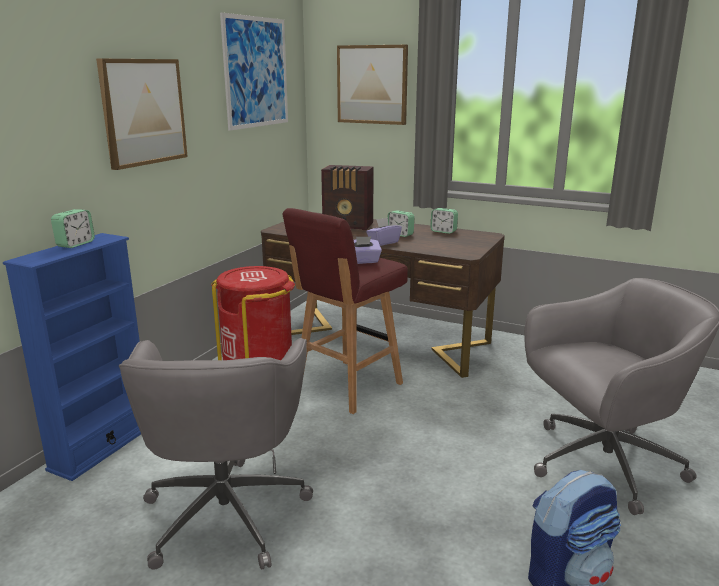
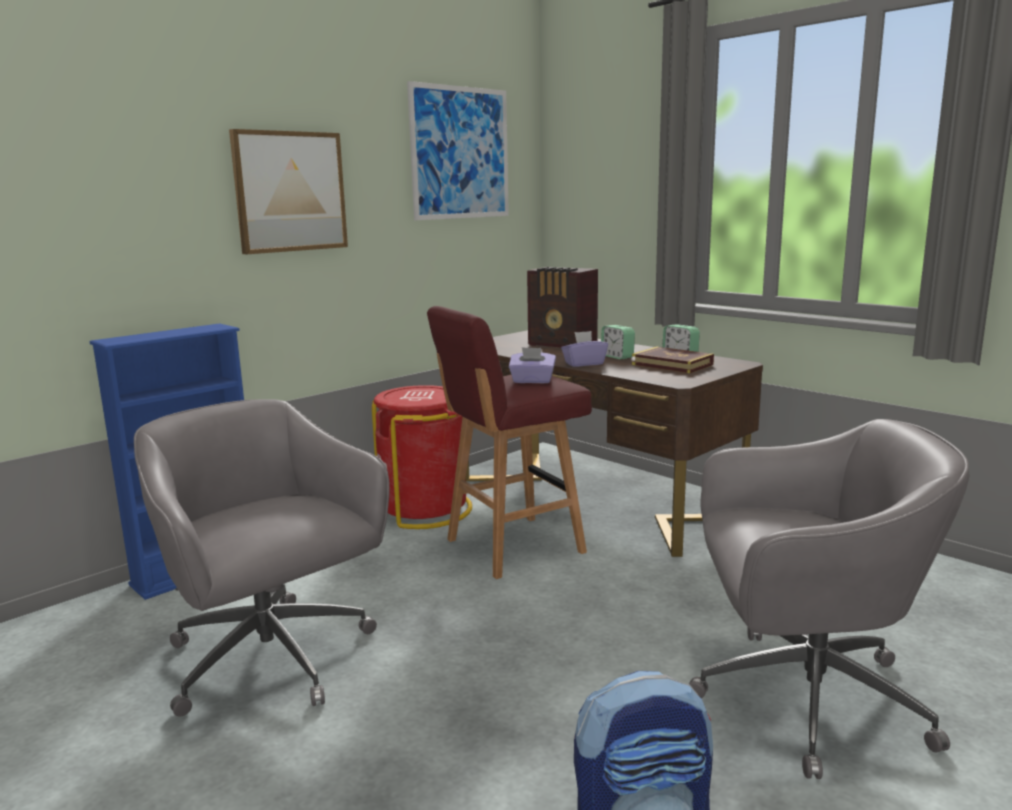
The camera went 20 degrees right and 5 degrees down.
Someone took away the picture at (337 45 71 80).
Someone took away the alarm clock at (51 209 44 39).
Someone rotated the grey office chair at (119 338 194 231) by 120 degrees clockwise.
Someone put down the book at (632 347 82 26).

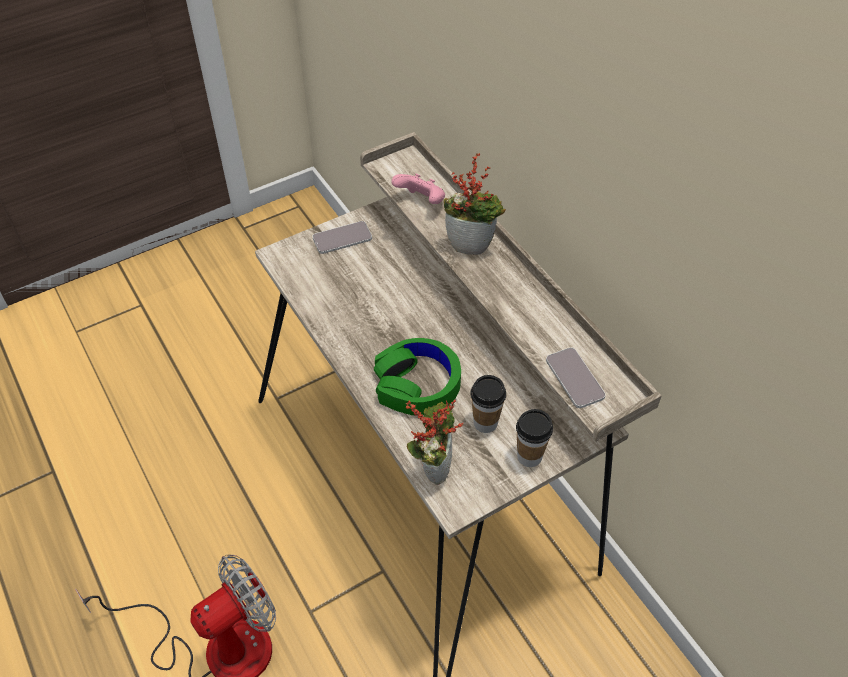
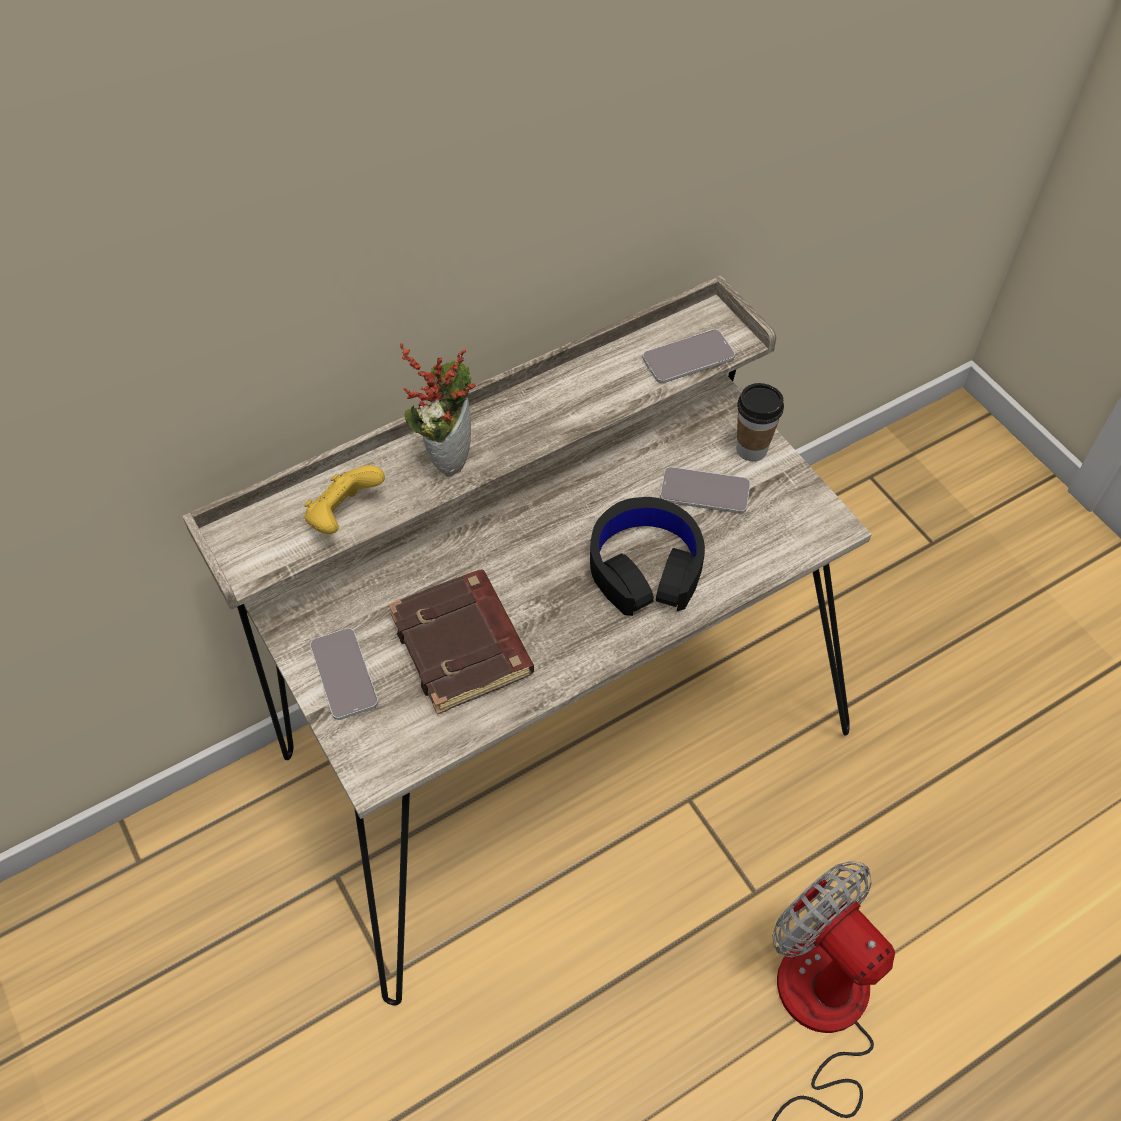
The camera went 90 degrees left and 5 degrees up.
Someone repainted the pink game controller at (392 174 53 30), which became the yellow game controller at (304 465 81 69).
Someone repainted the green headphones at (374 338 87 77), which became the black headphones at (590 497 115 119).
Someone swapped the cup at (470 375 36 58) for the phone at (660 467 90 46).
Someone took away the potted plant at (406 400 57 85).
Someone put down the brown book at (389 570 145 145).

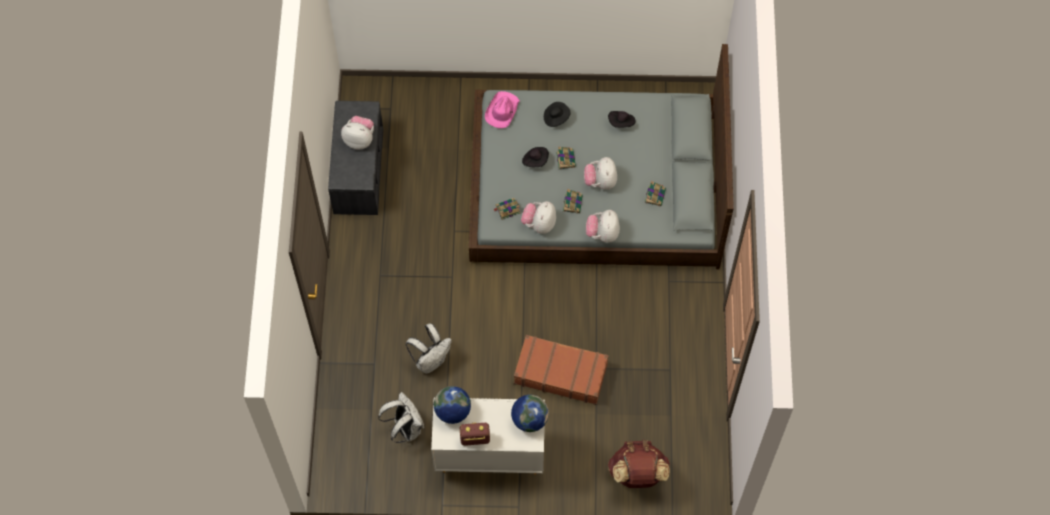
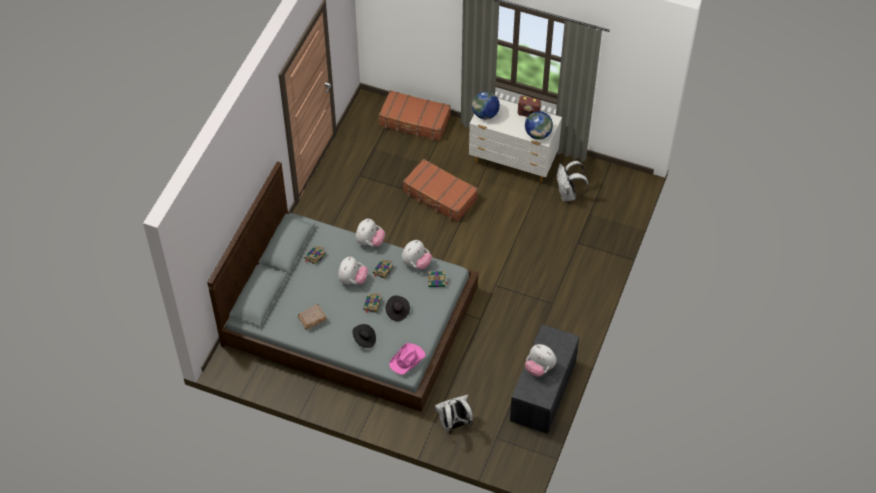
The camera went 160 degrees left and 10 degrees down.
Someone swapped the black hat at (608 111 28 17) for the brown book at (298 304 29 26).
Someone carried the white backpack from (406 323 46 51) to (435 394 38 40).
Someone swapped the brown backpack at (608 440 62 48) for the brown suitcase at (379 90 72 51).

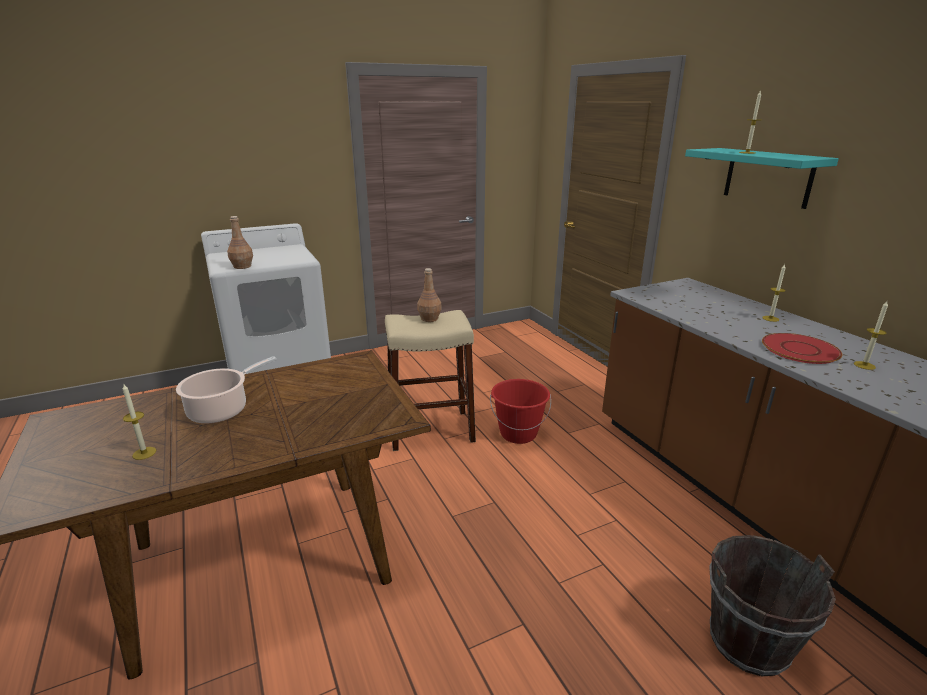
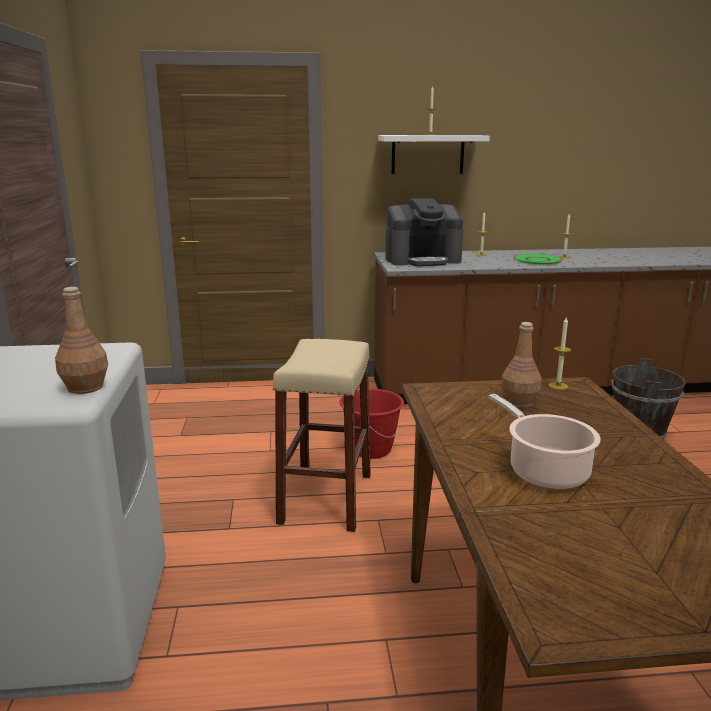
The camera went 70 degrees left and 5 degrees down.
Someone repainted the turquoise shelf at (685 148 154 61), which became the white shelf at (378 135 112 39).
Someone carried the brown bottle from (417 268 25 54) to (501 322 41 86).
Someone repainted the red plate at (762 333 80 31), which became the green plate at (514 254 49 11).
Someone carried the candle from (123 383 34 77) to (548 316 23 74).
Someone put down the coffee machine at (385 198 78 68).

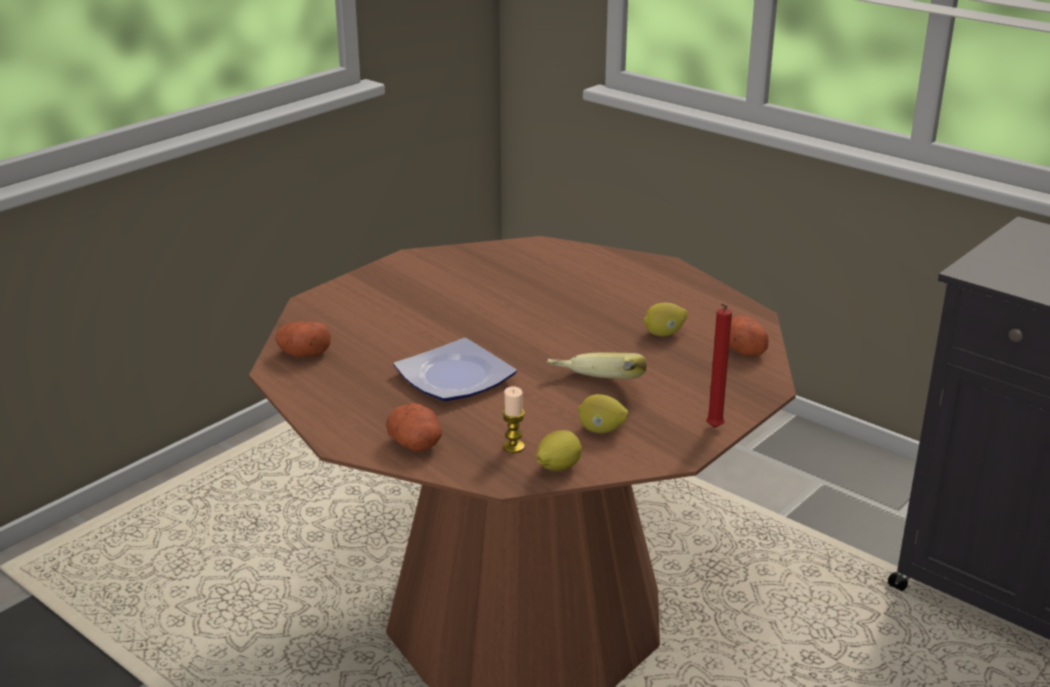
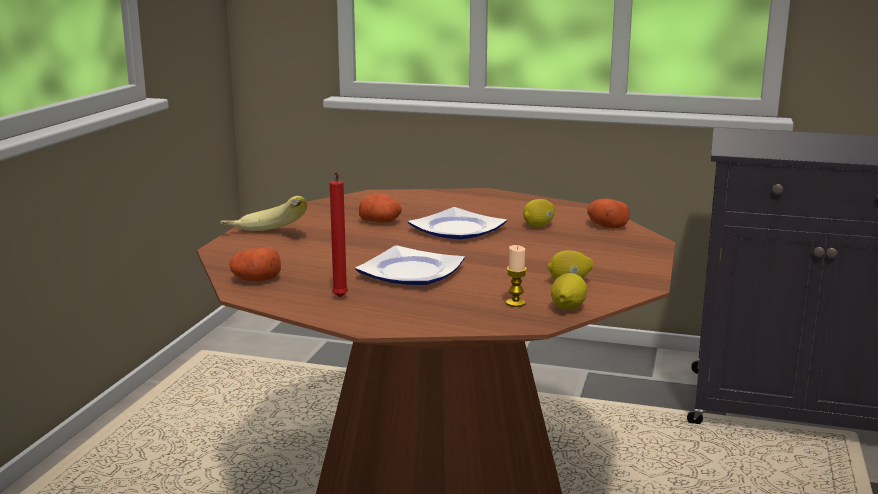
The camera went 25 degrees left and 10 degrees down.
Someone carried the red candle from (706 304 26 124) to (330 172 18 125).
Someone carried the banana from (547 352 100 27) to (220 196 87 35).
Someone carried the potato from (386 403 56 48) to (359 193 43 30).
Someone put down the plate at (408 207 99 32).

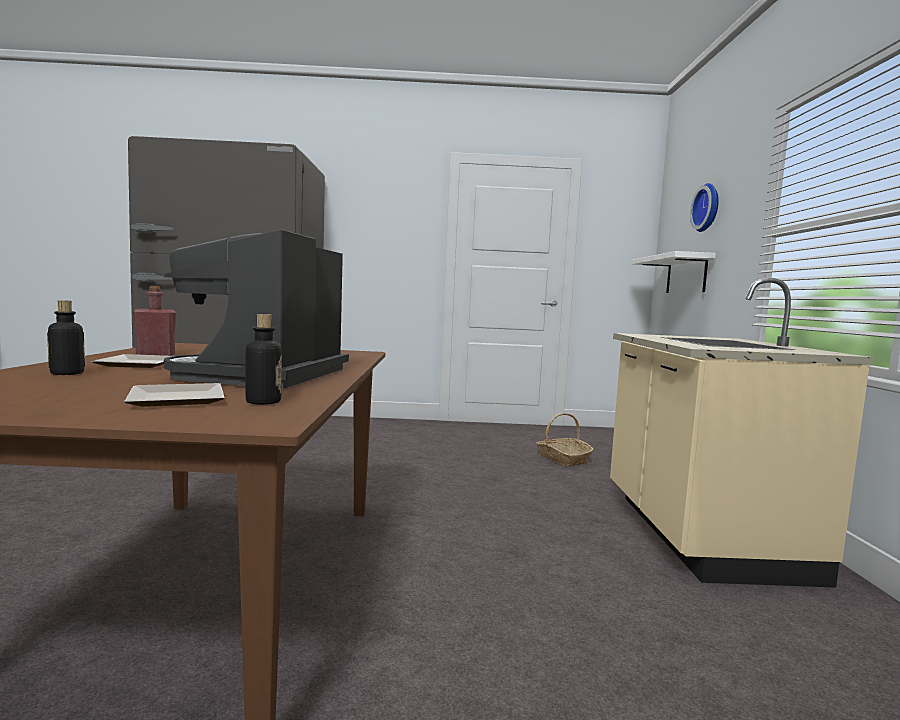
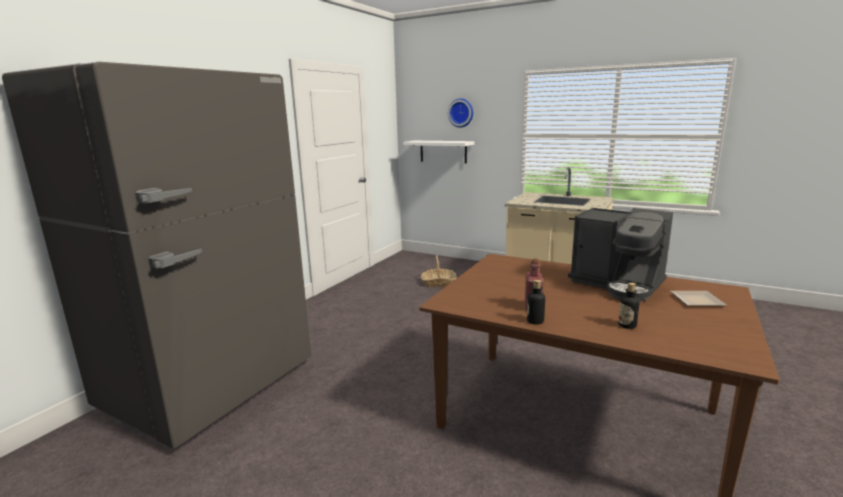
The camera went 60 degrees left and 10 degrees up.
Someone carried the bottle from (246 314 36 91) to (527 280 18 44).
Someone took away the plate at (91 354 81 14).

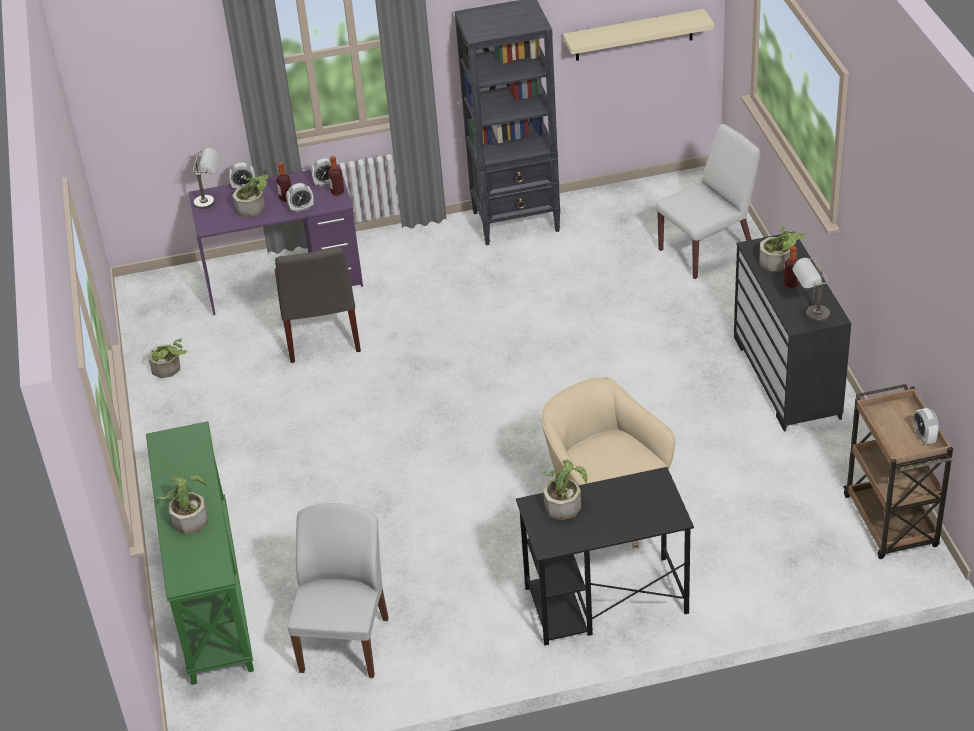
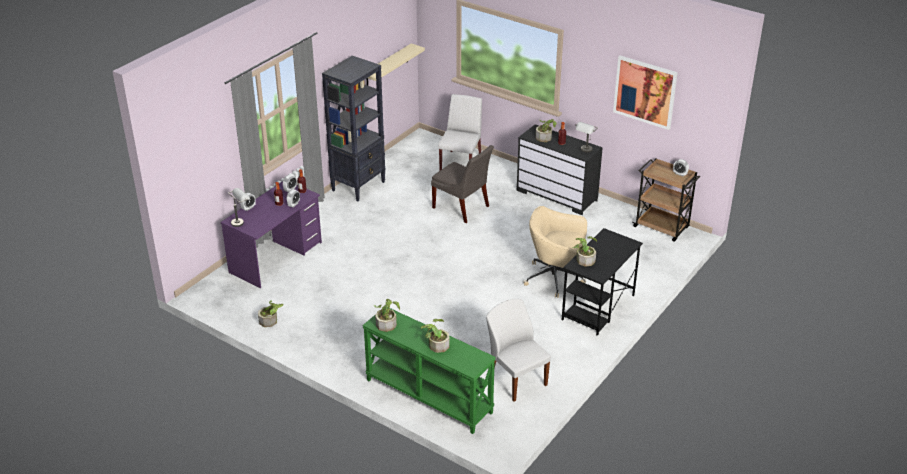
The camera went 45 degrees left and 5 degrees down.
Someone carried the potted plant from (232 174 36 44) to (373 299 27 33).
Someone carried the grey chair from (274 247 87 116) to (431 145 63 78).
Someone put up the picture at (613 56 65 74).

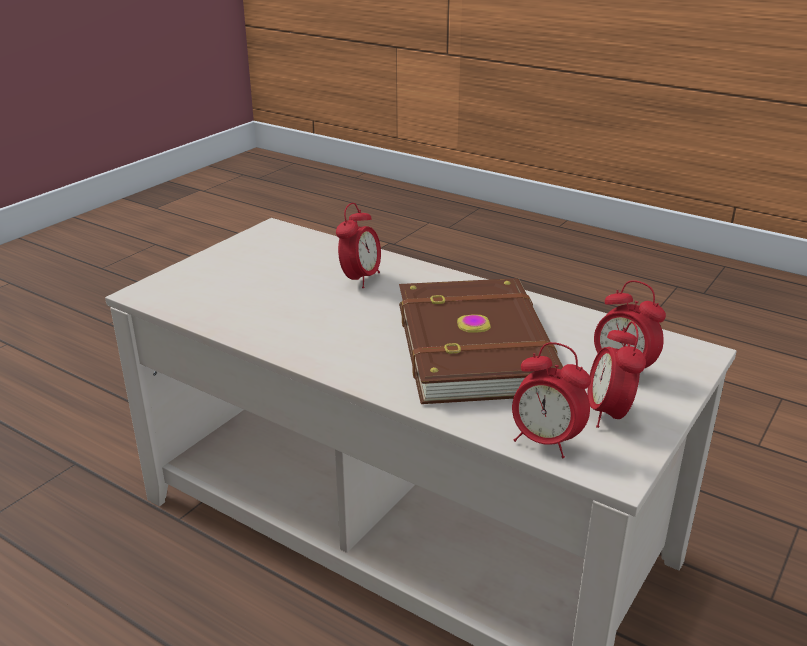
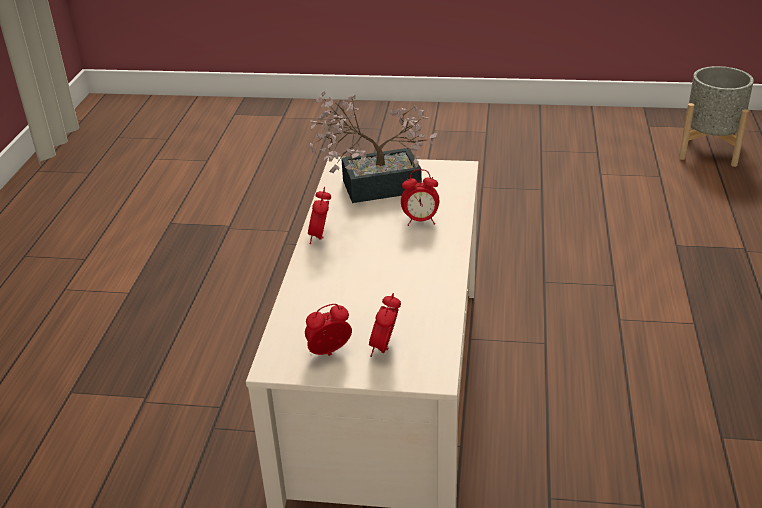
The camera went 65 degrees right and 5 degrees up.
Someone took away the brown book at (399 278 164 126).
Someone carried the alarm clock from (512 342 79 116) to (308 187 23 57).
Someone put down the grey planter at (679 66 75 101).
Someone put down the potted plant at (310 91 127 112).

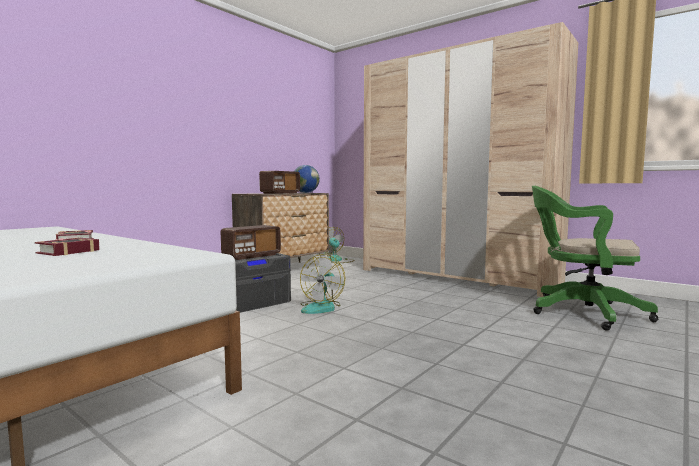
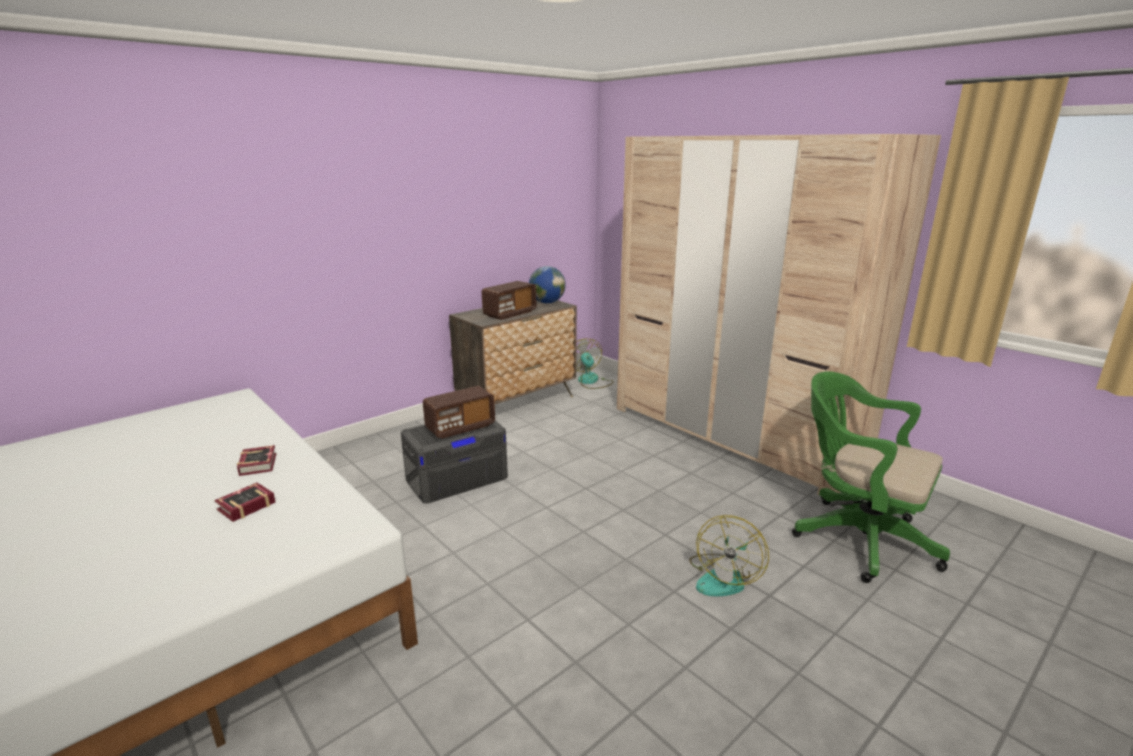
The camera went 10 degrees right and 15 degrees up.
Someone carried the fan from (300 254 45 60) to (689 515 80 81).

